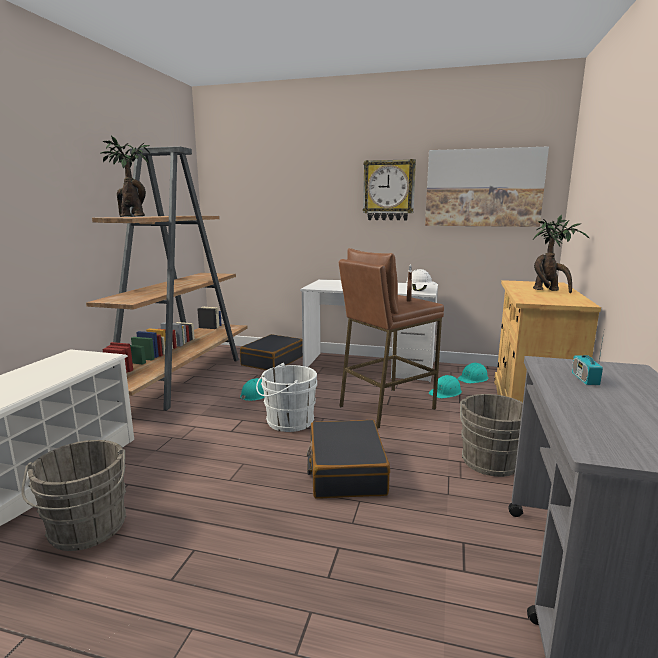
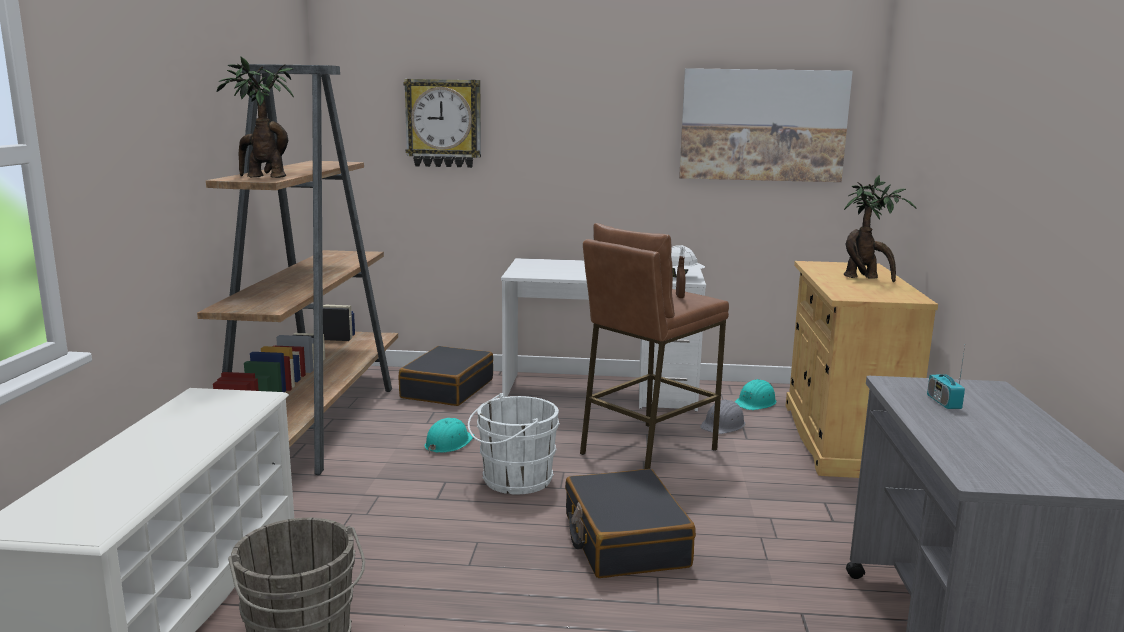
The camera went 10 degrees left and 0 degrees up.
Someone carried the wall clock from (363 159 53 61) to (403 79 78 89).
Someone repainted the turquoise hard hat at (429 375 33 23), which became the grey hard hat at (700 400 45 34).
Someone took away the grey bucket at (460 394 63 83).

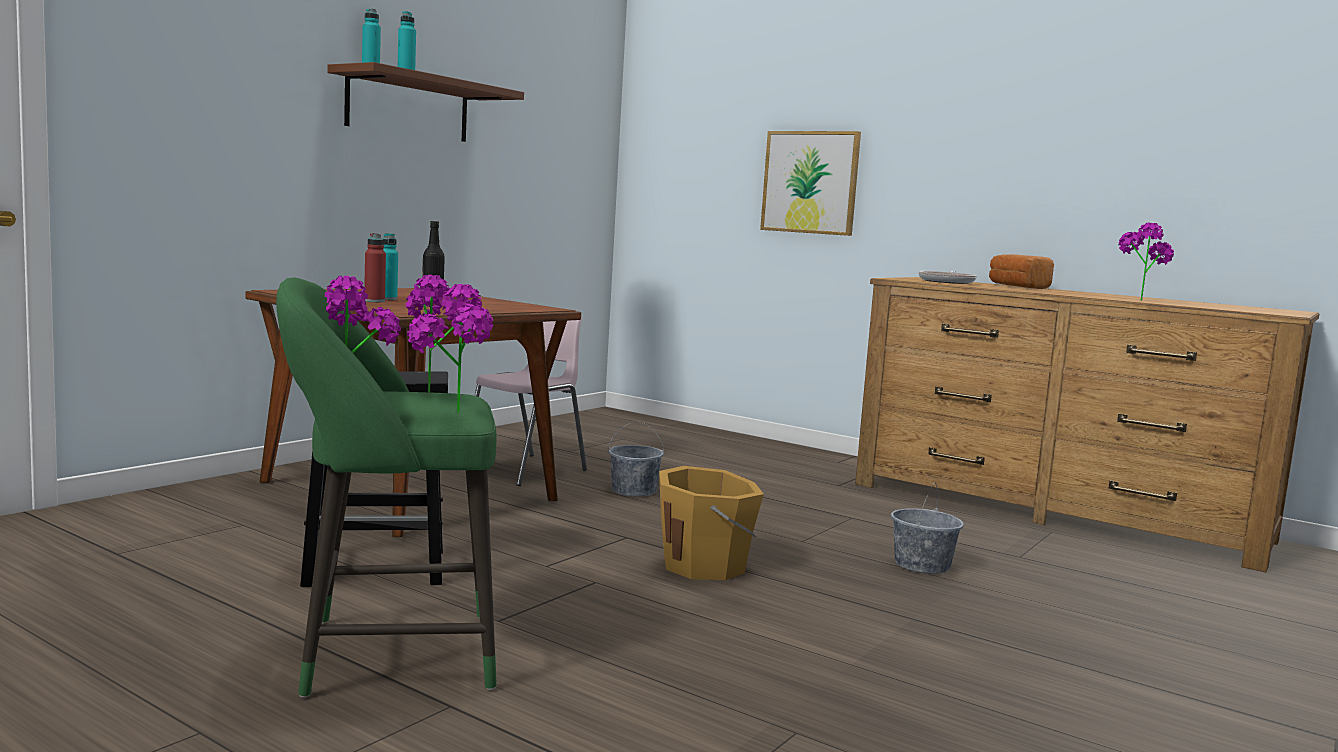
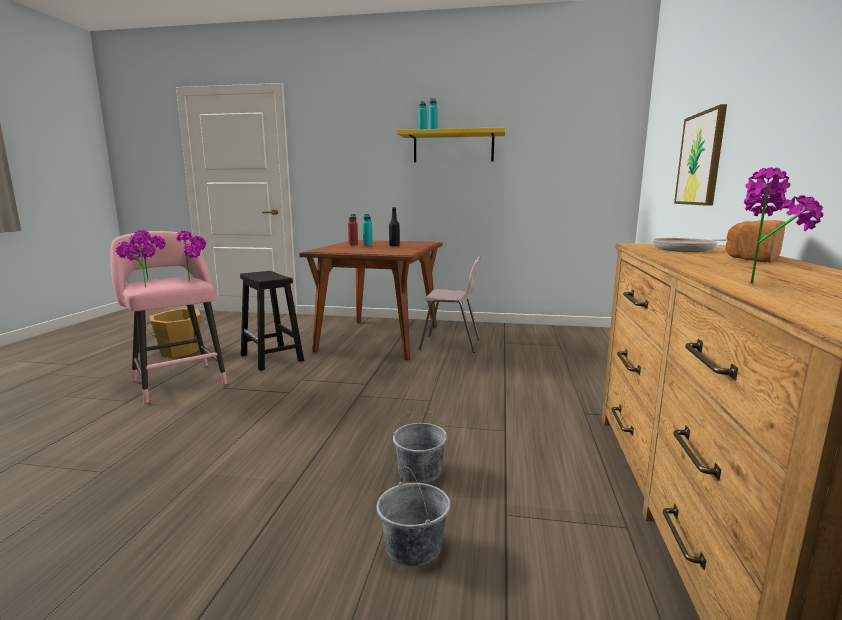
The camera went 65 degrees right and 5 degrees up.
Someone repainted the brown shelf at (327 62 197 80), which became the yellow shelf at (397 127 108 35).
Someone repainted the green stool at (276 278 221 420), which became the pink stool at (110 231 117 173).
Someone carried the grey bucket from (608 421 56 76) to (377 466 74 100).
Someone carried the orange bucket from (659 466 105 114) to (146 308 60 50).

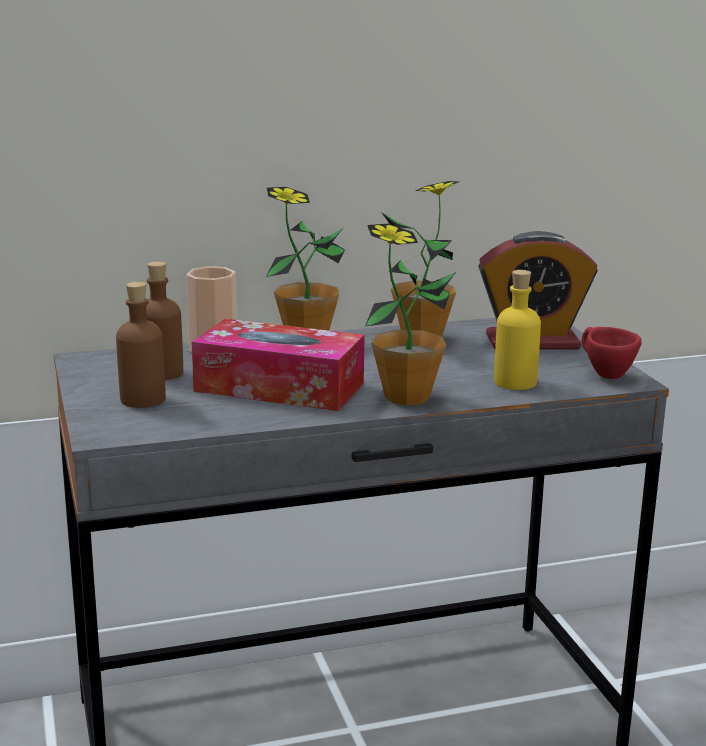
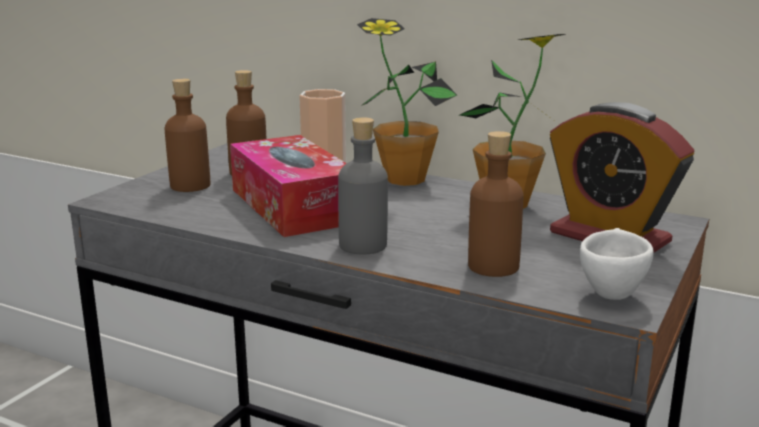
The camera went 45 degrees right and 0 degrees up.
Someone swapped the potted plant at (365 224 91 182) for the grey bottle at (338 117 50 138).
Someone repainted the yellow bottle at (494 270 47 120), which became the brown bottle at (468 131 56 146).
Someone repainted the red cup at (582 327 60 52), which became the white cup at (580 228 74 72).

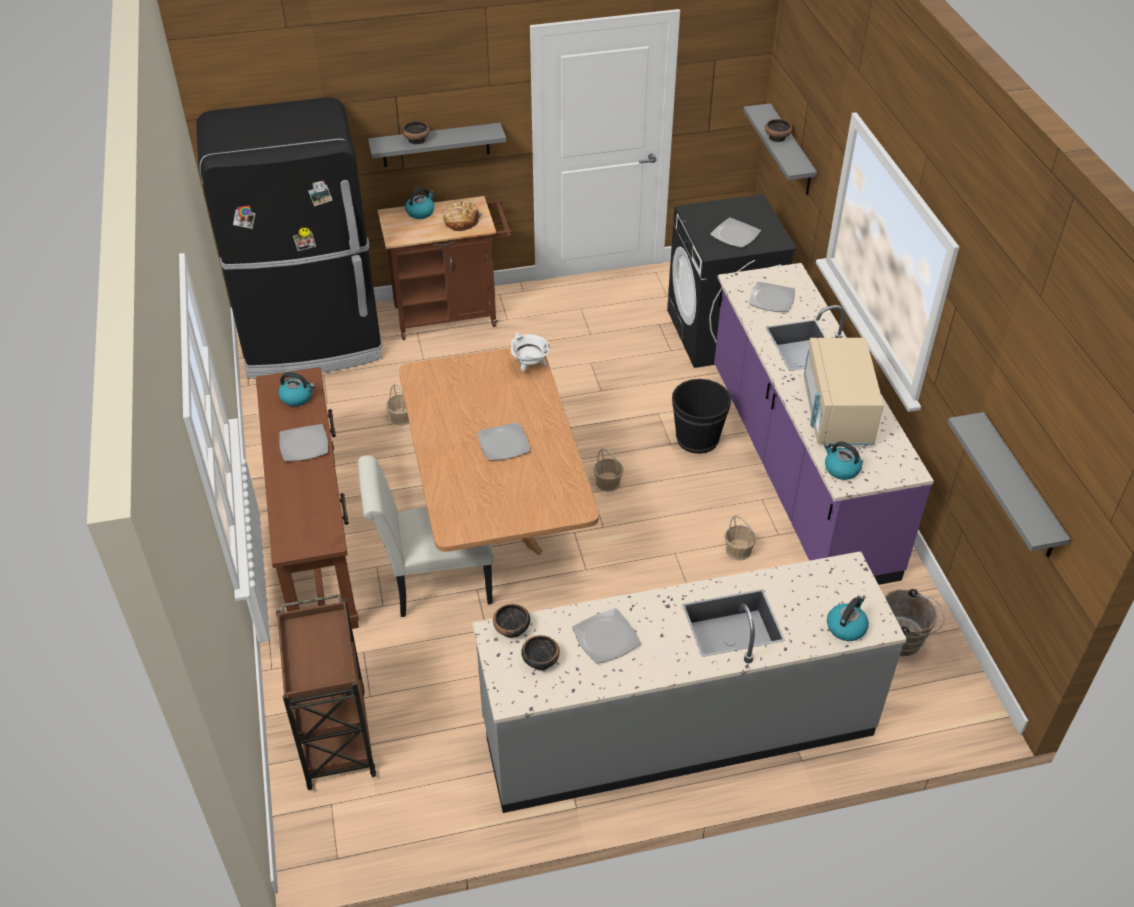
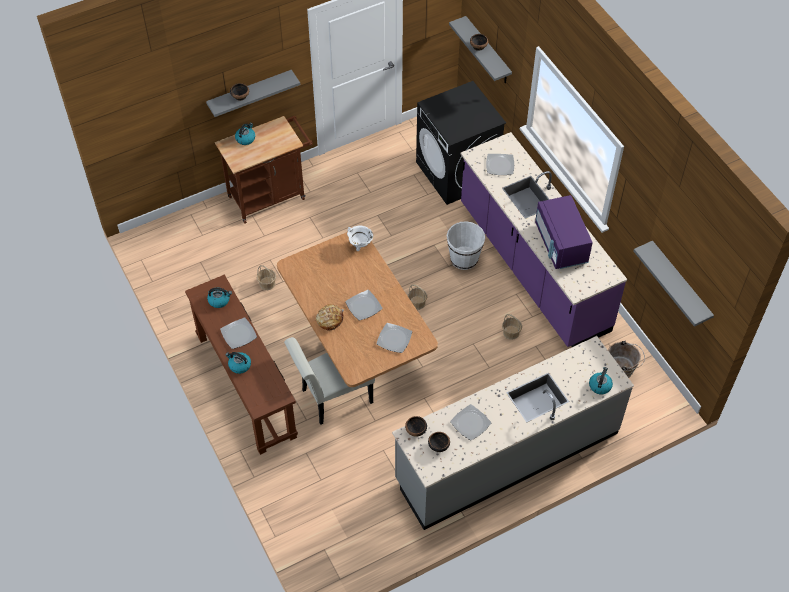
The camera went 15 degrees left and 10 degrees up.
Someone took away the black fridge at (196 97 187 282).
Someone carried the bread from (443 201 40 30) to (316 304 28 26).
Someone carried the plate from (710 218 51 30) to (376 323 36 30).
Someone repainted the beige microwave at (803 338 81 108), which became the purple microwave at (535 195 58 74).
Someone repainted the black bucket at (672 379 59 75), which became the white bucket at (447 221 38 49).
Someone carried the kettle from (824 442 38 38) to (225 352 26 22).
Someone took away the brown cart at (276 594 100 196).

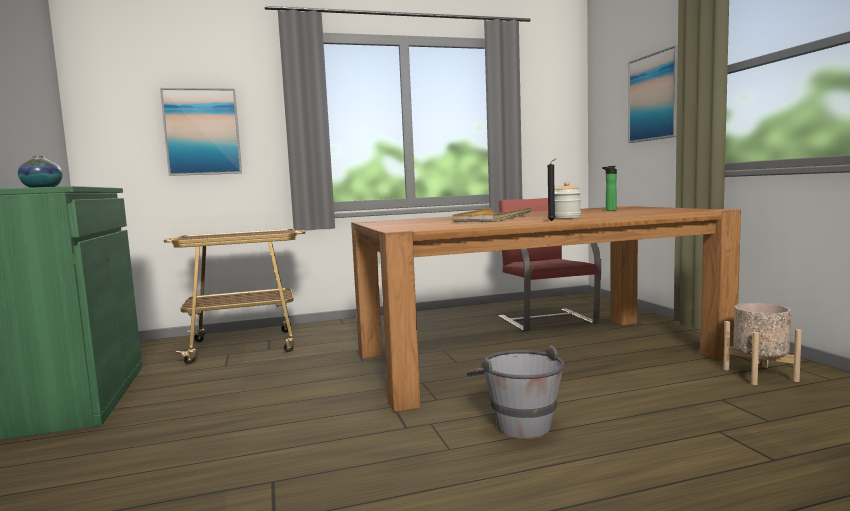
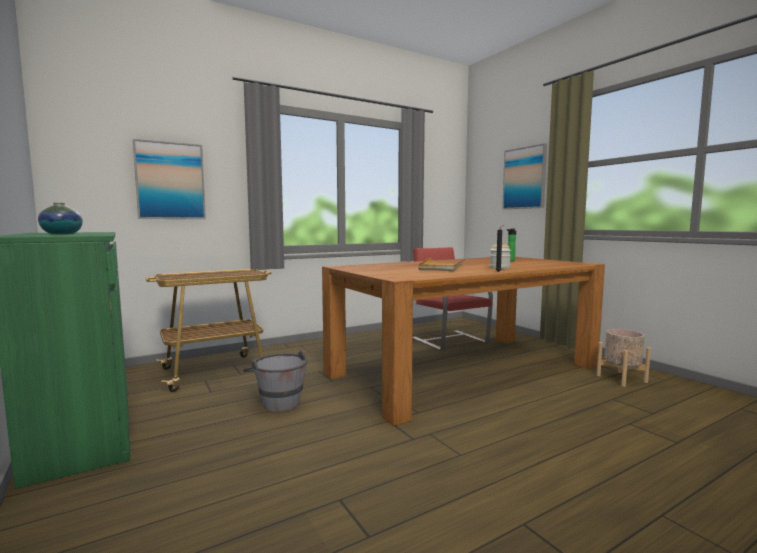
The camera went 15 degrees left and 0 degrees up.
Someone carried the grey bucket from (466 345 99 94) to (243 350 65 62).

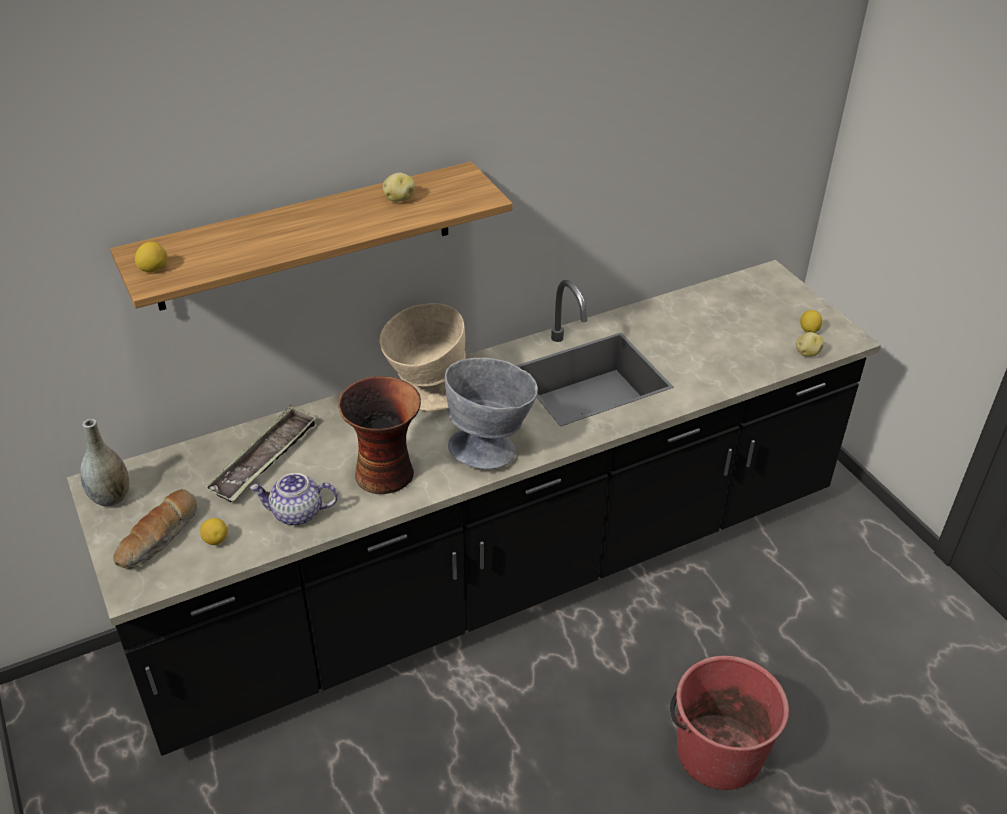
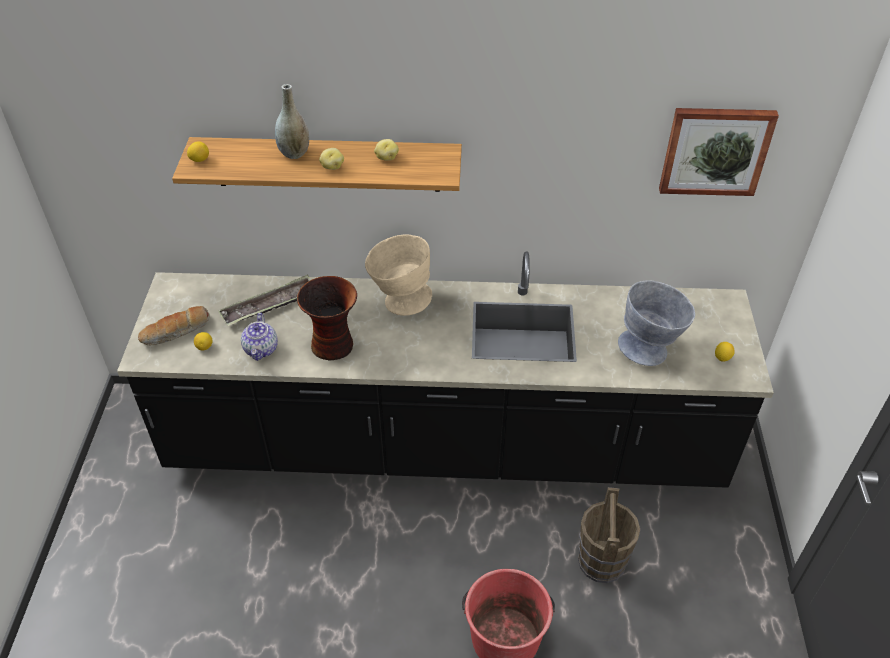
The camera went 30 degrees right and 5 degrees up.
Someone carried the potato from (796 332 28 25) to (319 148 25 22).
Someone carried the grey bowl from (445 358 93 111) to (618 281 77 85).
Someone carried the grey vase from (80 419 49 88) to (275 84 34 75).
Someone rotated the teapot at (250 473 88 53) by 120 degrees counterclockwise.
Someone put up the picture at (659 108 120 88).
Someone put down the brown bucket at (578 487 62 96).

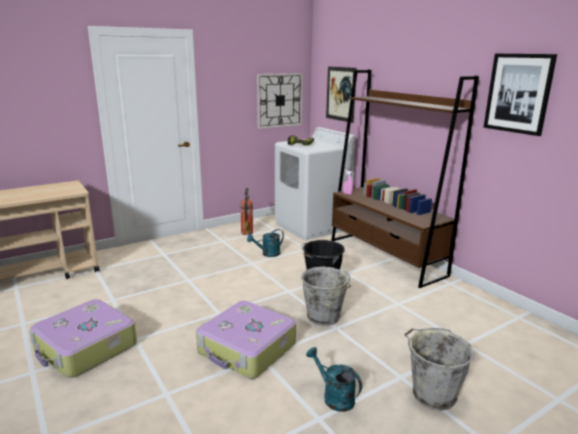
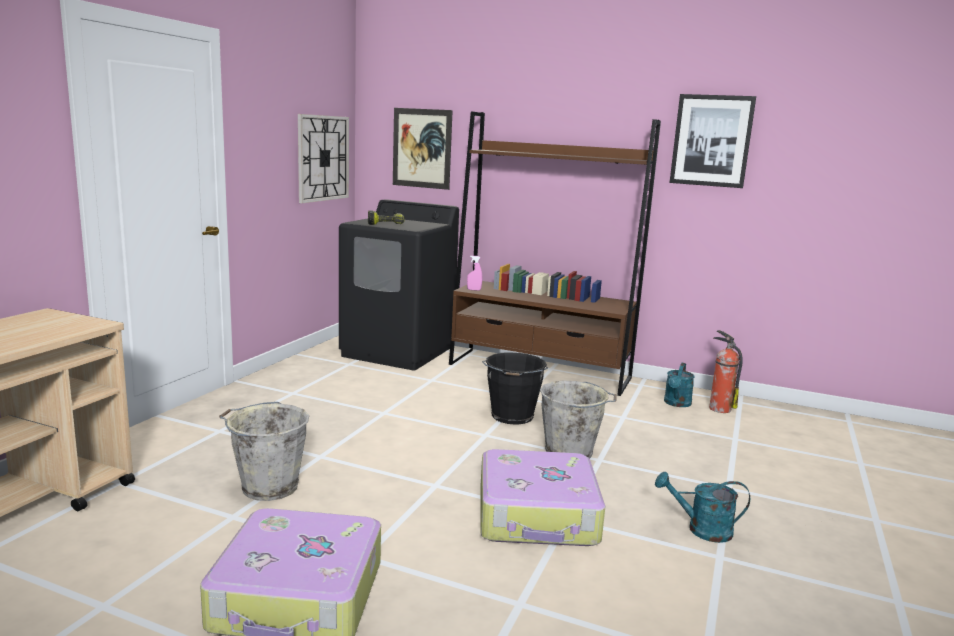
The camera went 35 degrees left and 5 degrees down.
Someone repainted the white washing machine at (275 127 80 114), which became the black washing machine at (339 199 120 171).
Someone carried the fire extinguisher from (240 188 13 47) to (709 330 34 83).
Someone carried the turquoise watering can from (247 229 37 28) to (664 363 31 44).
Someone carried the grey bucket from (404 328 71 82) to (219 402 90 99).

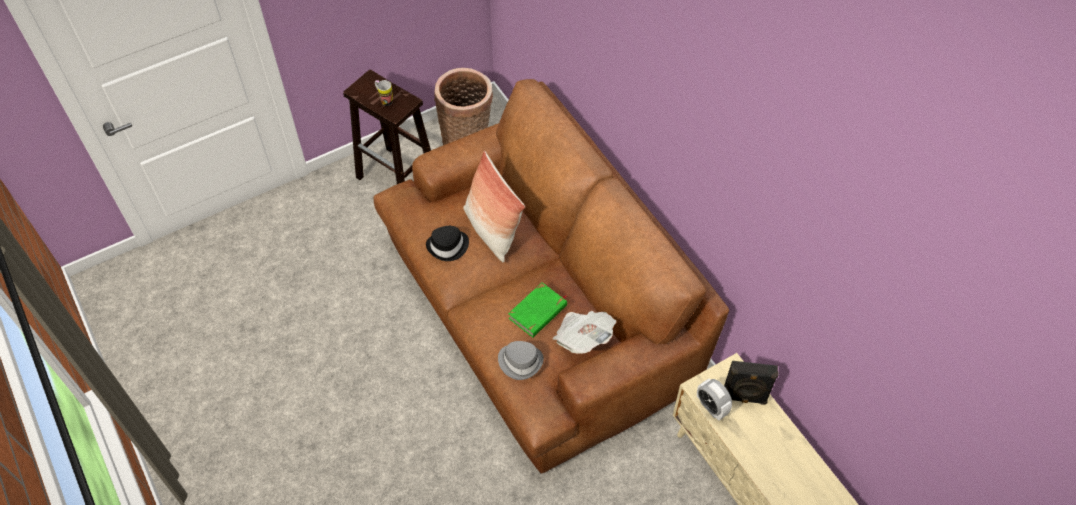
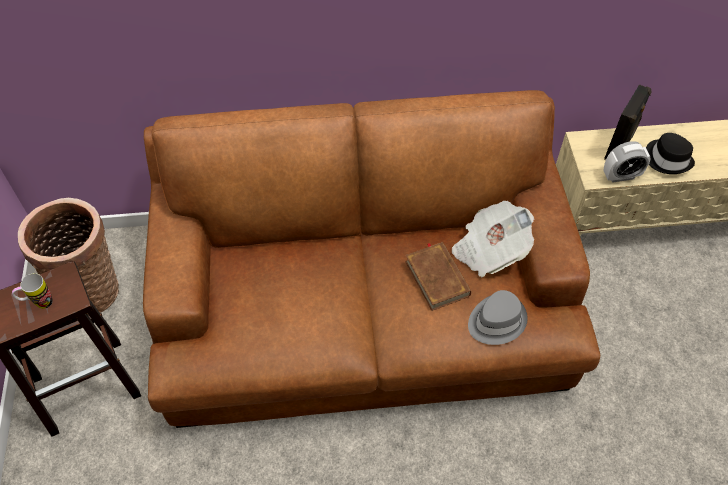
The camera went 65 degrees left and 0 degrees up.
Someone took away the pillow at (463 151 62 111).
Someone carried the black hat from (426 226 43 35) to (646 133 49 41).
Someone repainted the green book at (508 282 60 56), which became the brown book at (405 242 66 69).

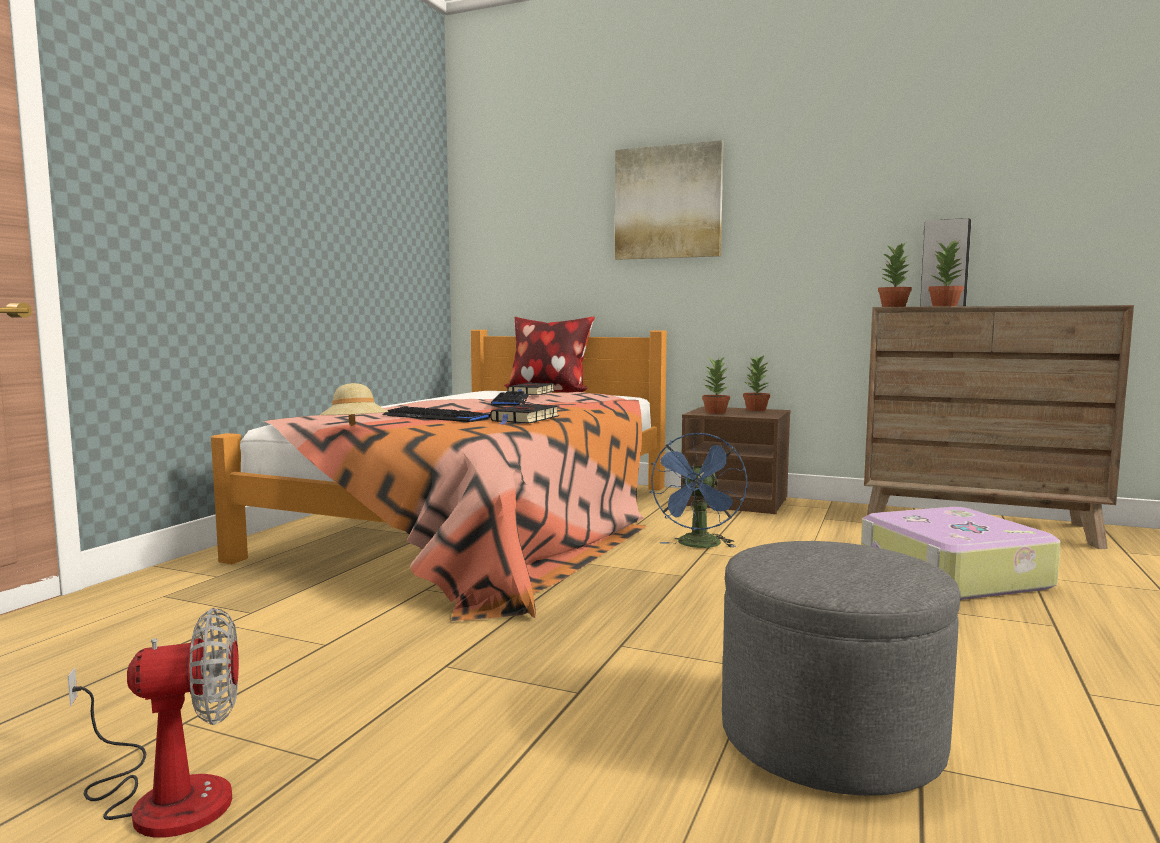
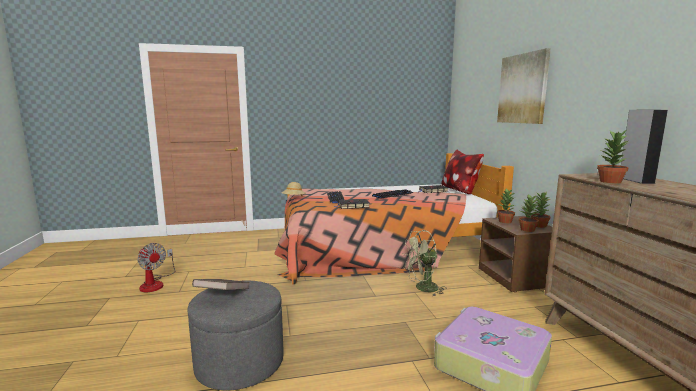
The camera went 55 degrees right and 5 degrees up.
Someone carried the potted plant from (878 243 34 64) to (519 195 20 37).
Someone repainted the blue fan at (649 433 98 115), which became the green fan at (402 230 43 67).
Someone put down the brown book at (192 279 57 11).

